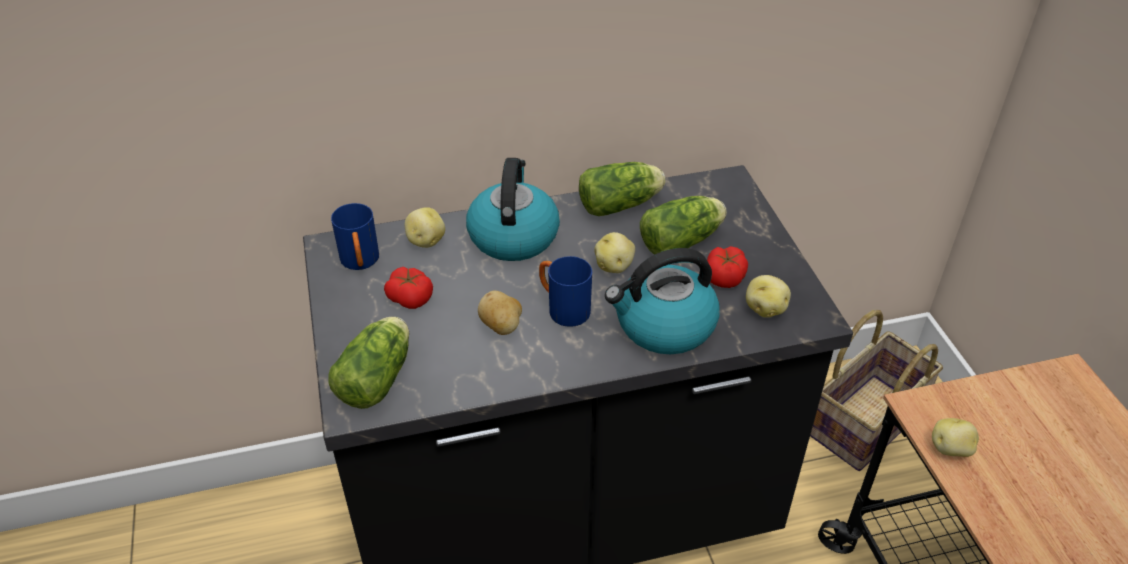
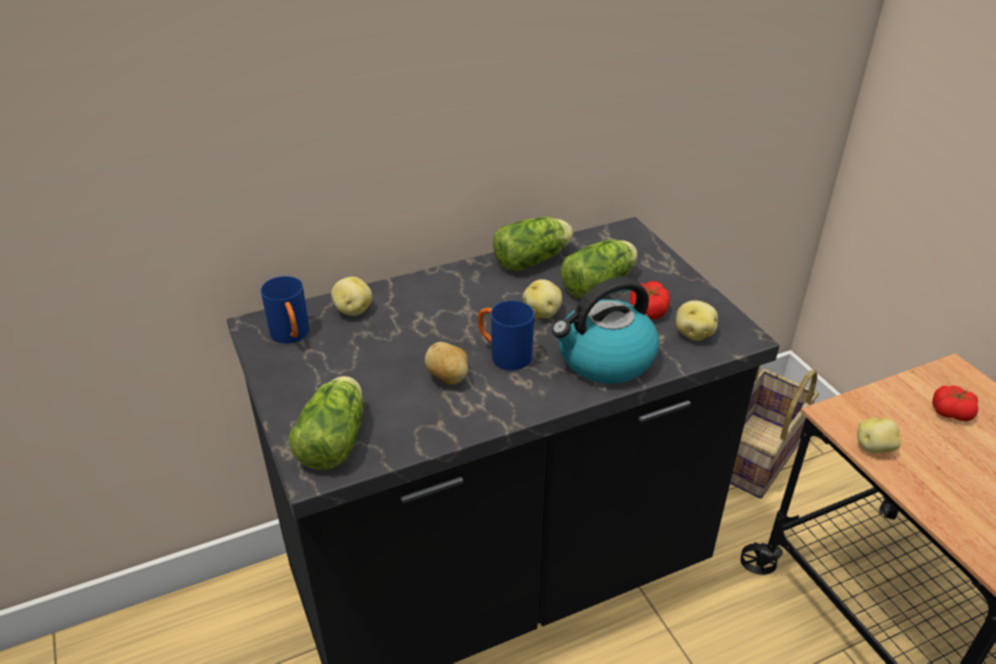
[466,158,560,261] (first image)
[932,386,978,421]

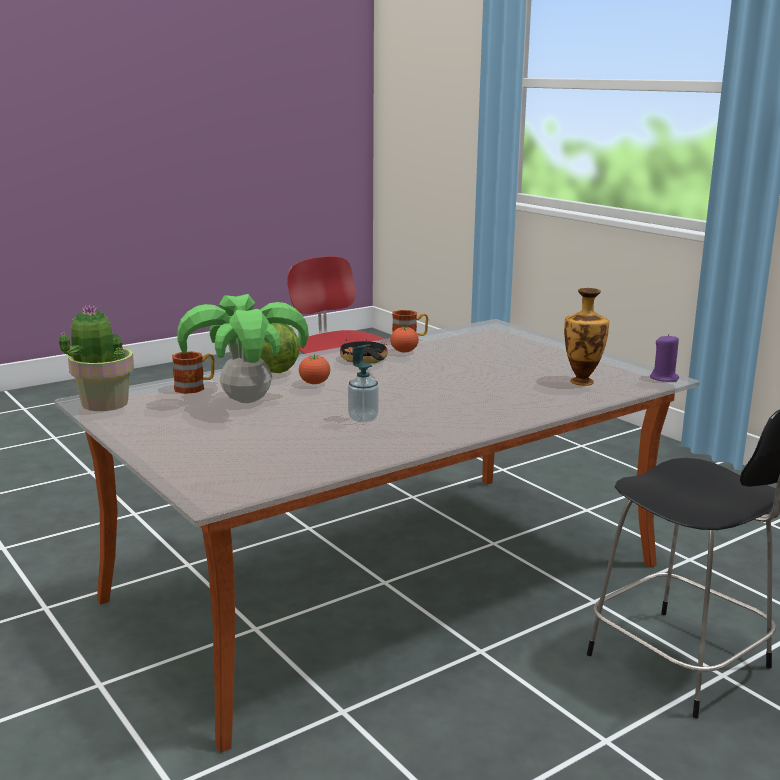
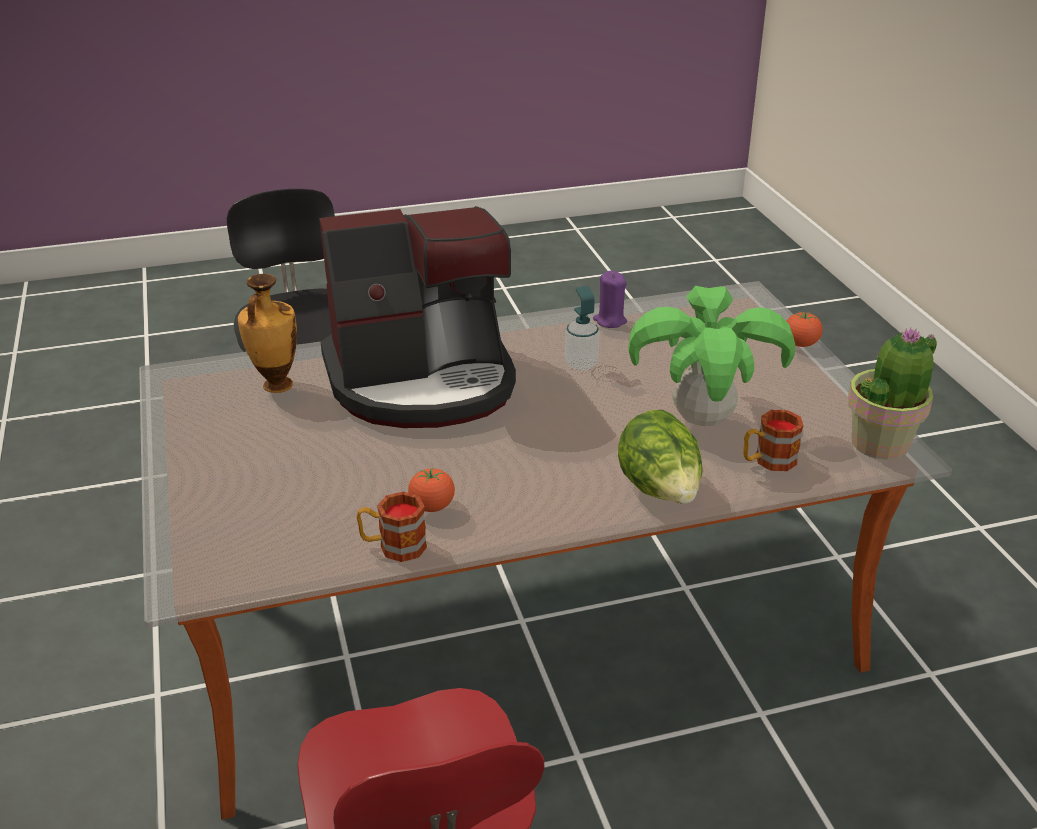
[339,339,388,364] (first image)
[319,206,516,428]
[786,312,823,347]
[593,271,627,328]

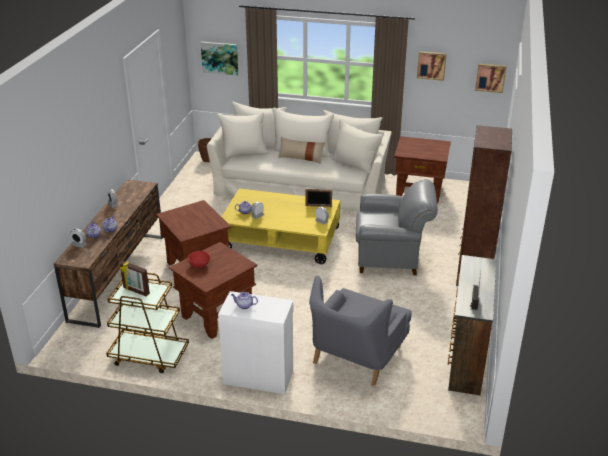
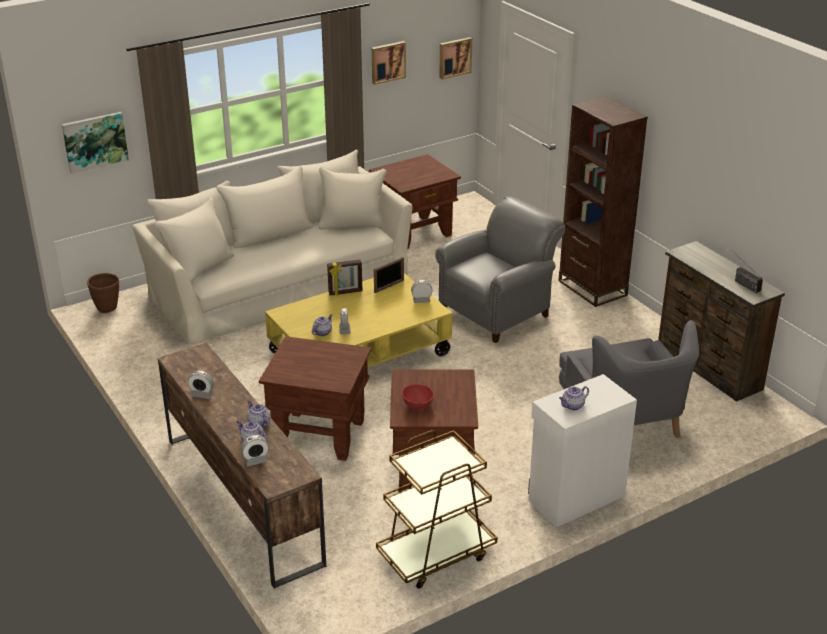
[278,137,325,164] (first image)
[327,259,362,296]

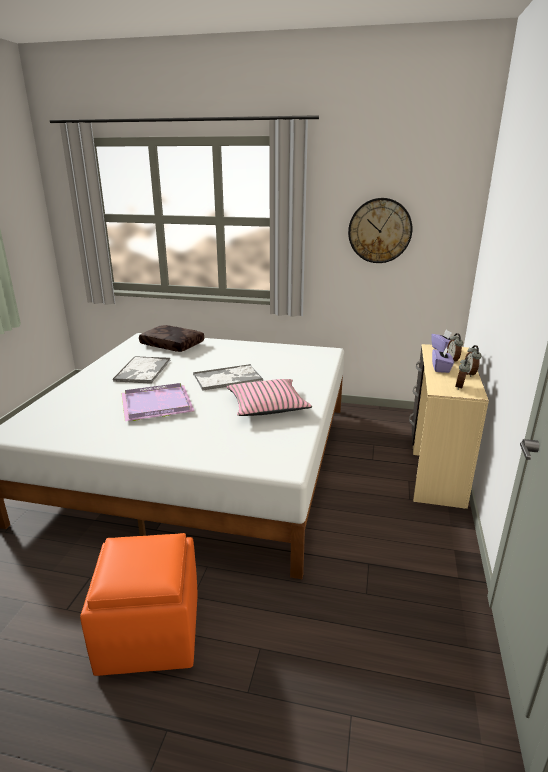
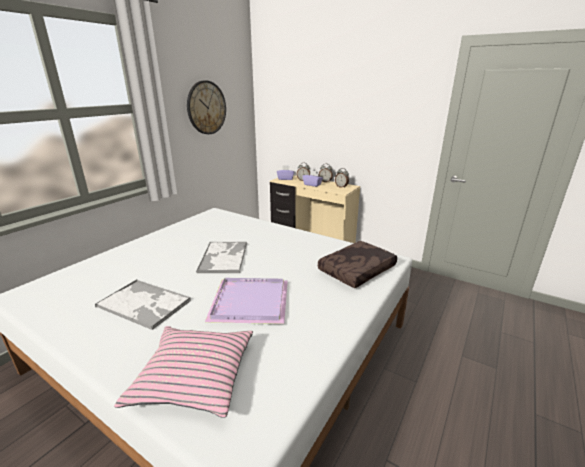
[80,533,198,676] (first image)
[318,241,397,288]
[114,326,253,418]

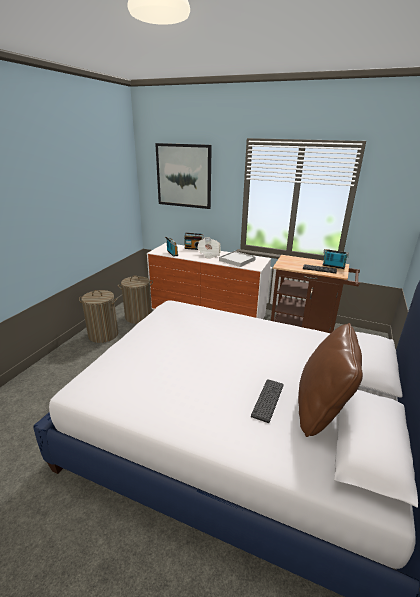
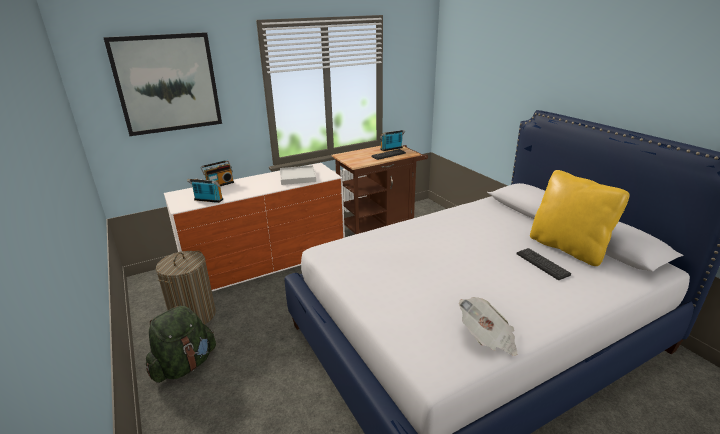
[459,297,518,356]
[146,306,216,383]
[530,170,630,266]

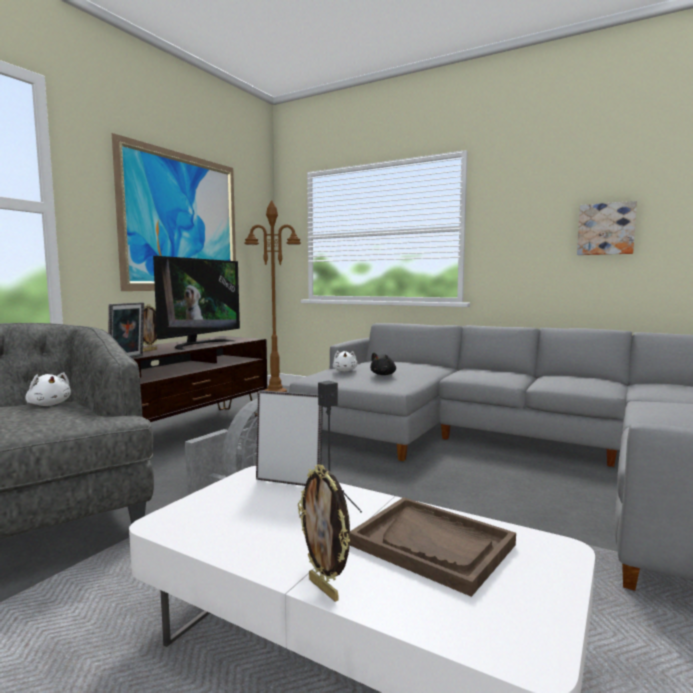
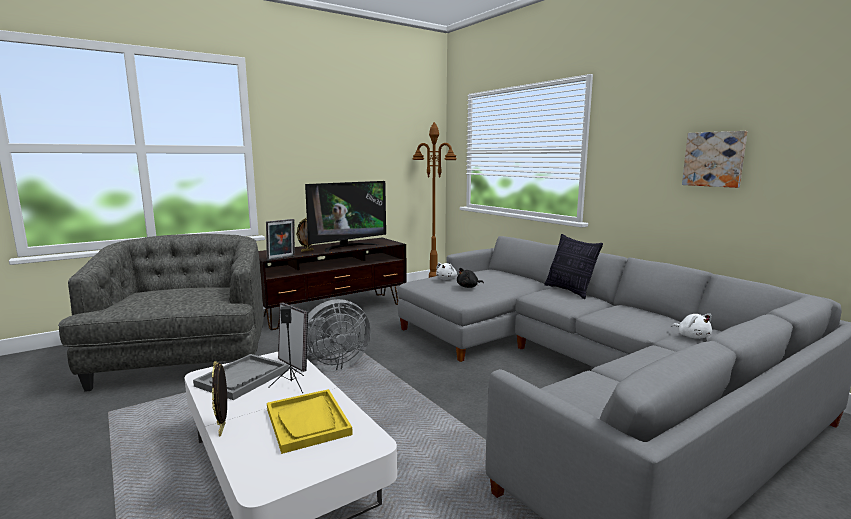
[112,133,236,291] (first image)
[193,354,289,400]
[544,234,603,299]
[672,314,712,339]
[267,389,353,454]

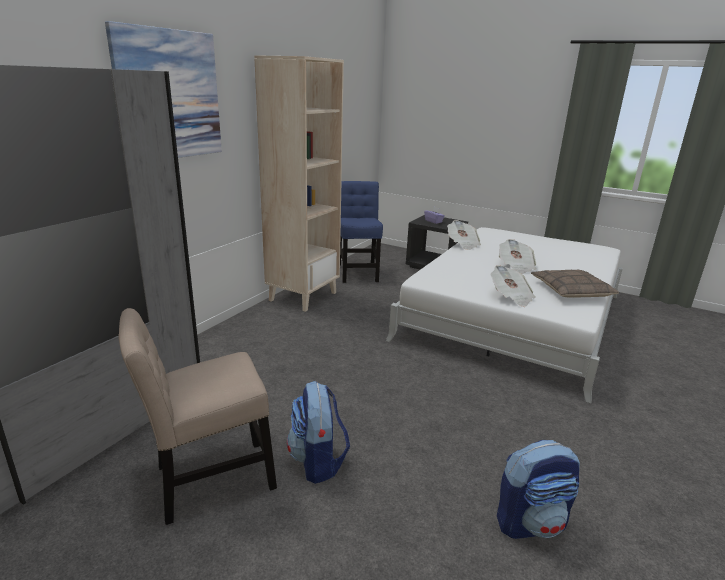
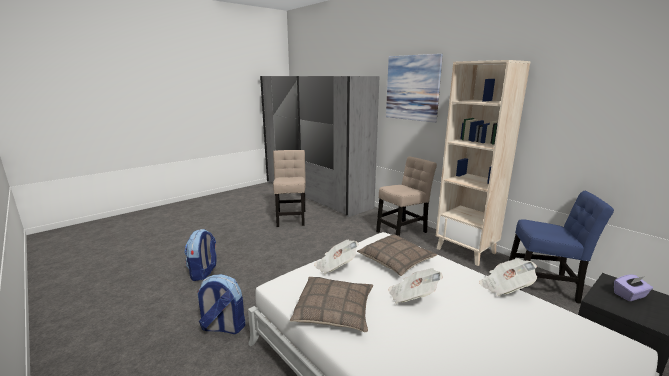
[357,235,437,276]
[376,156,437,236]
[197,274,246,334]

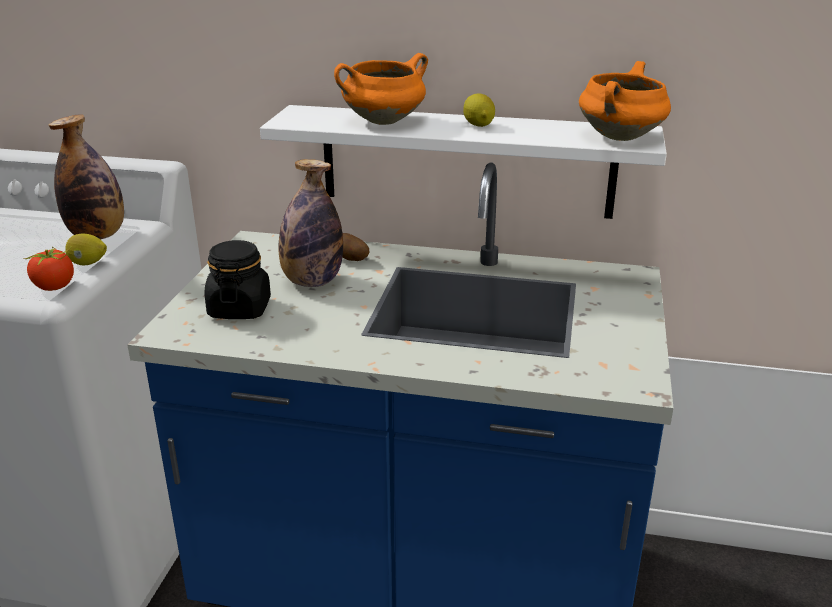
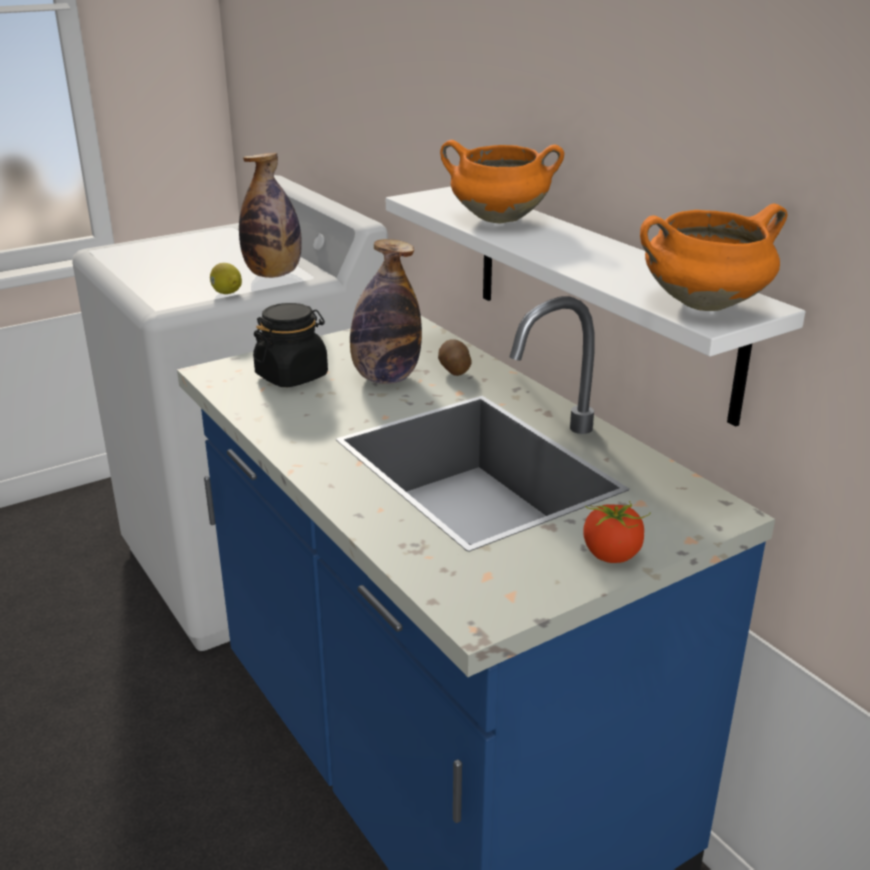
[463,93,495,127] (first image)
[583,501,651,563]

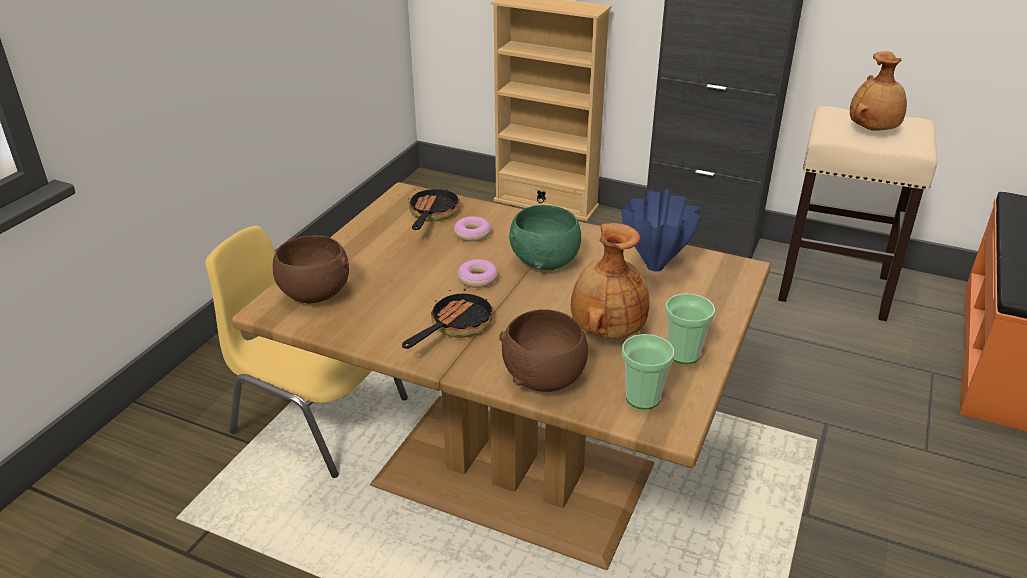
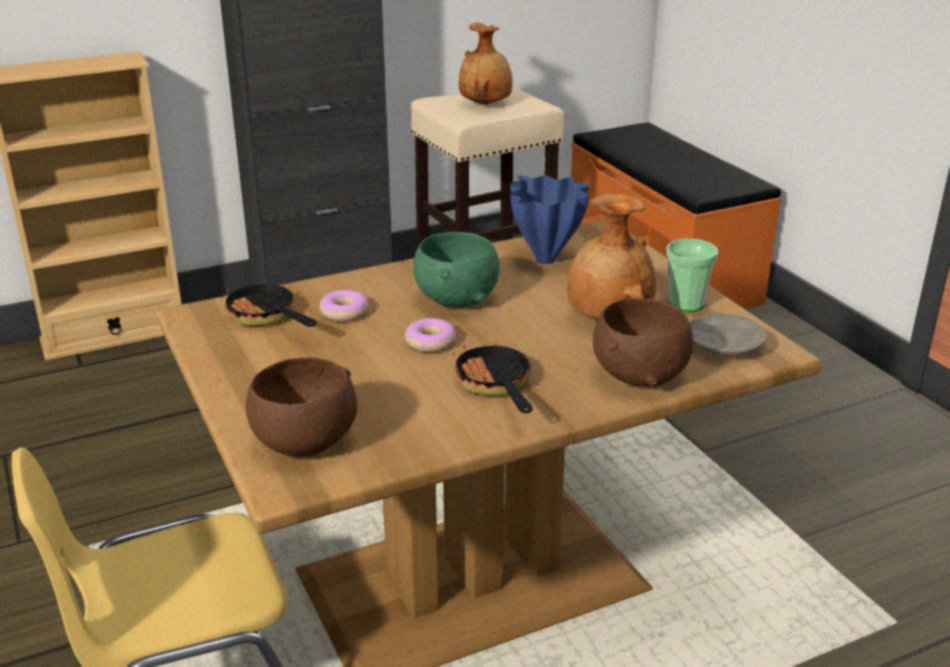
[689,314,767,356]

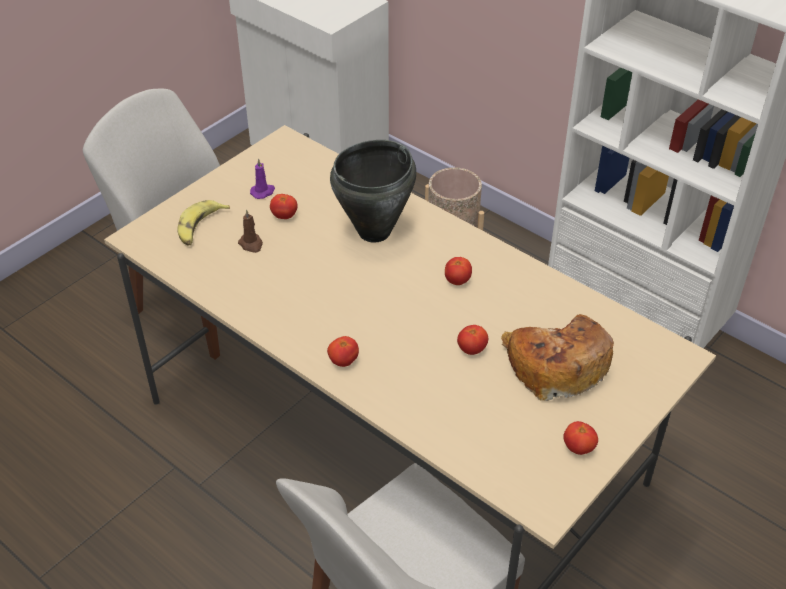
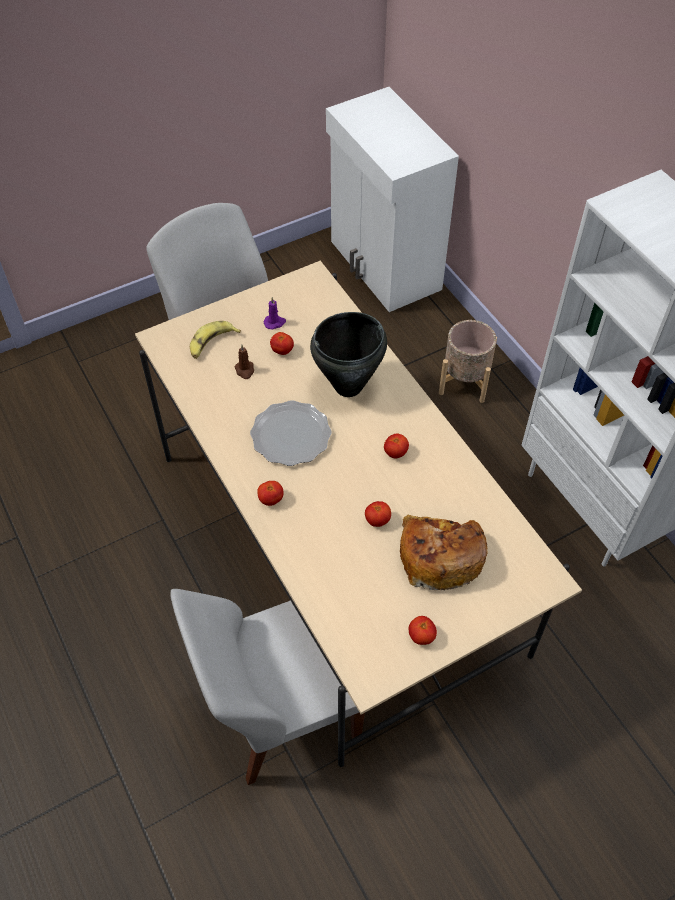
[250,400,332,466]

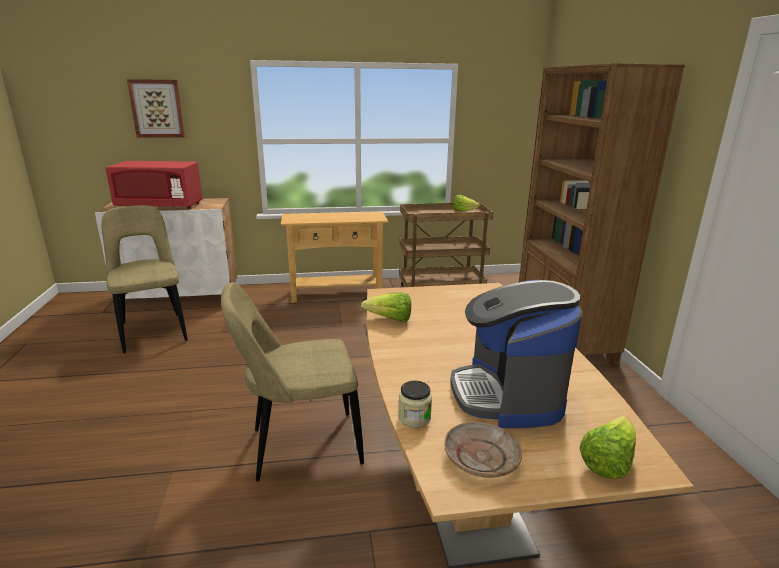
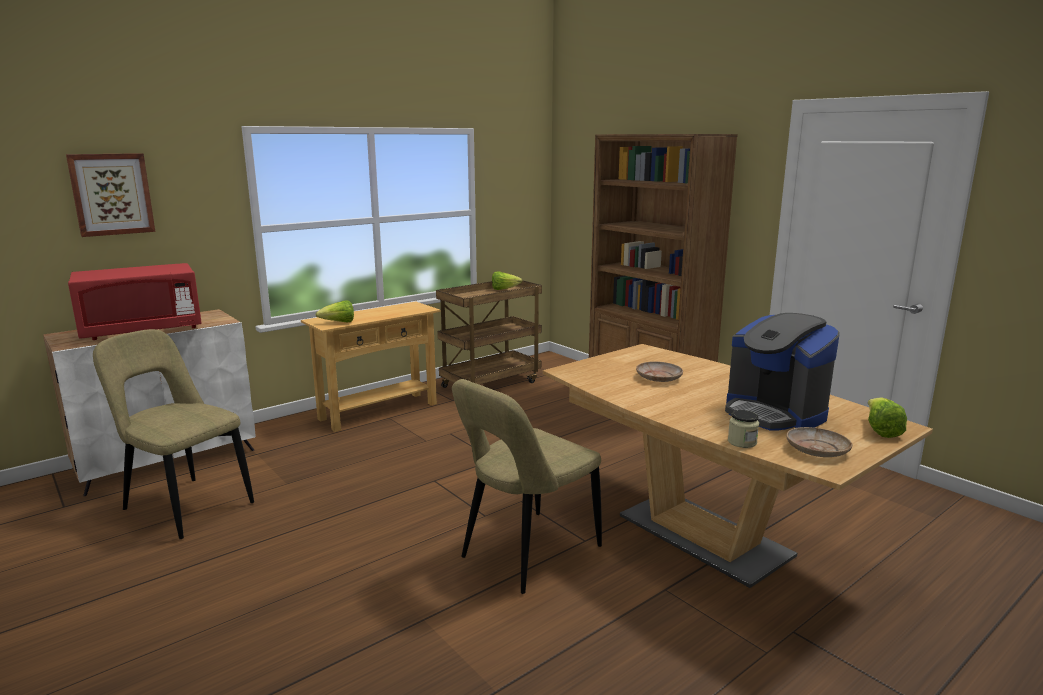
[636,361,683,382]
[316,300,354,322]

